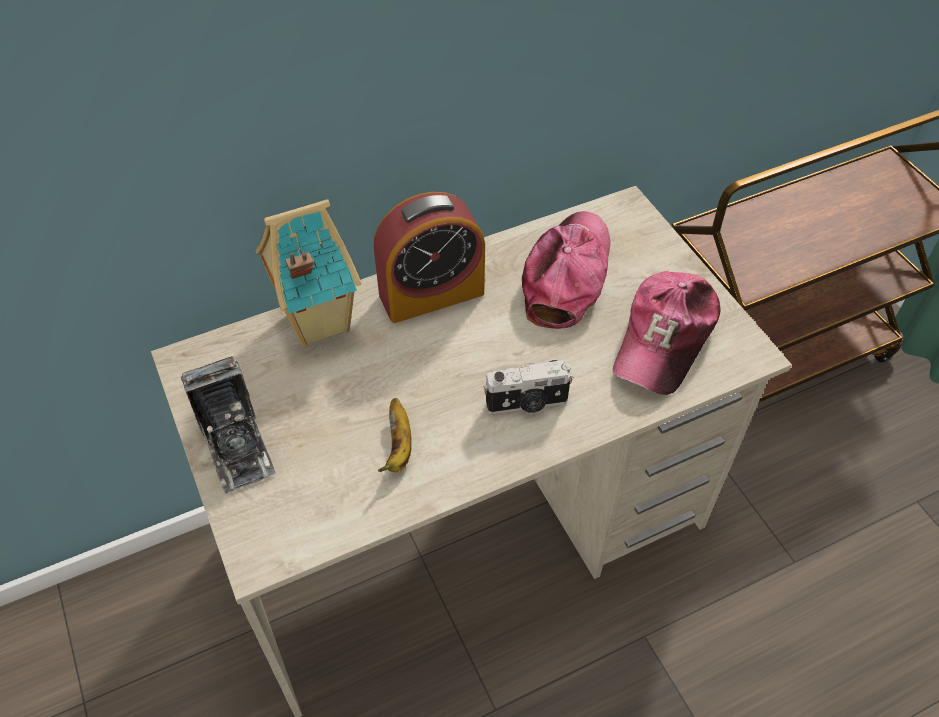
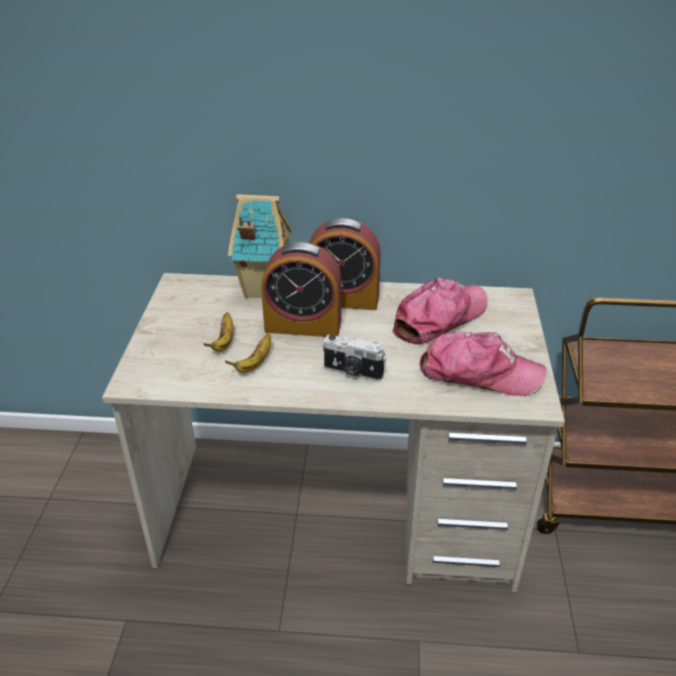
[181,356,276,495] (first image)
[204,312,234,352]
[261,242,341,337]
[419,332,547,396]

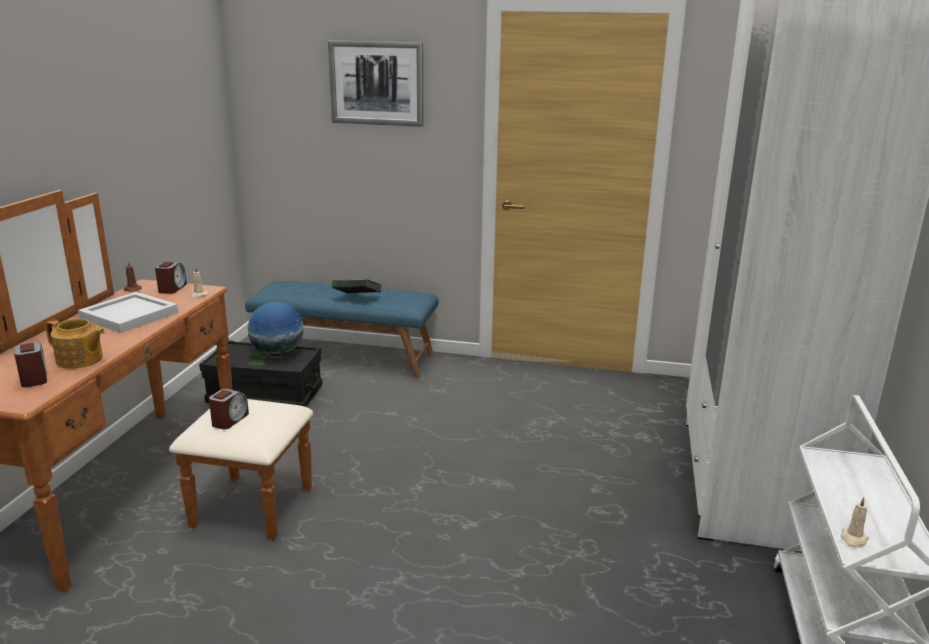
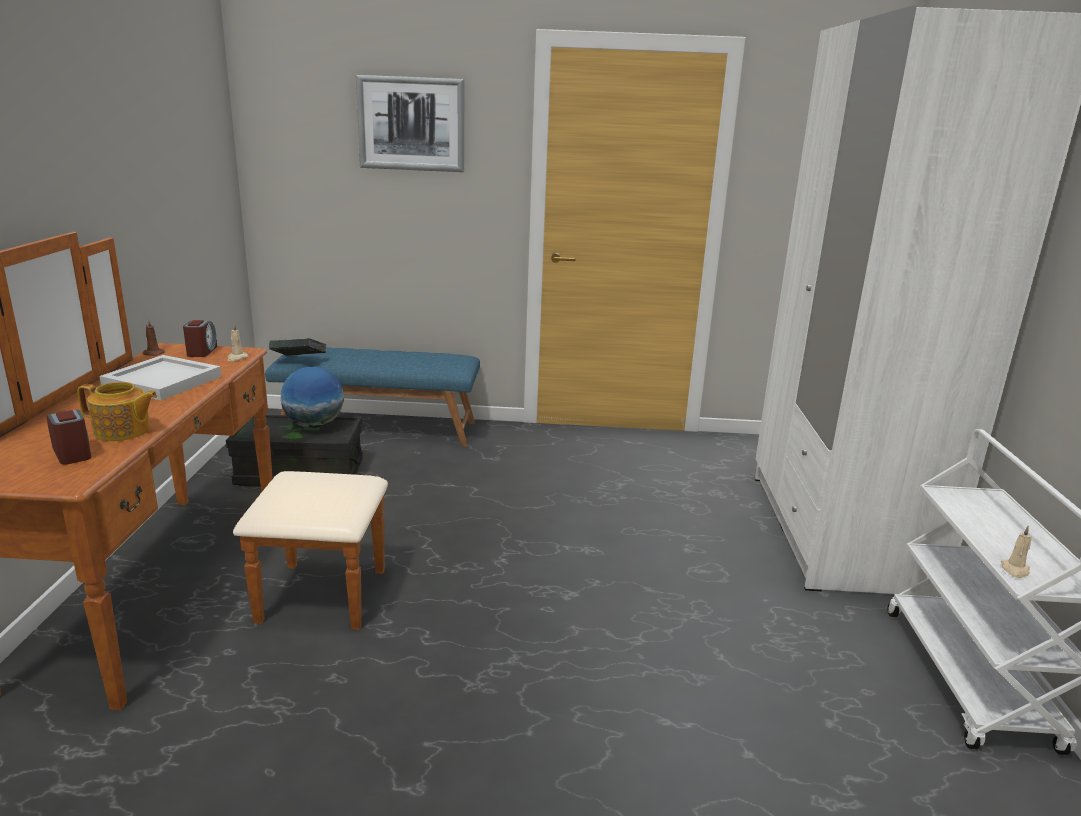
[209,389,249,429] (first image)
[269,338,326,356]

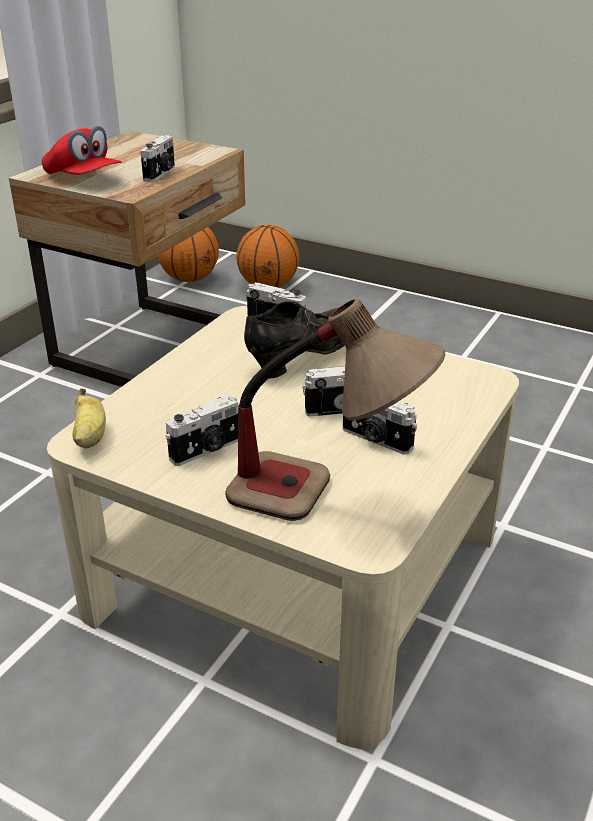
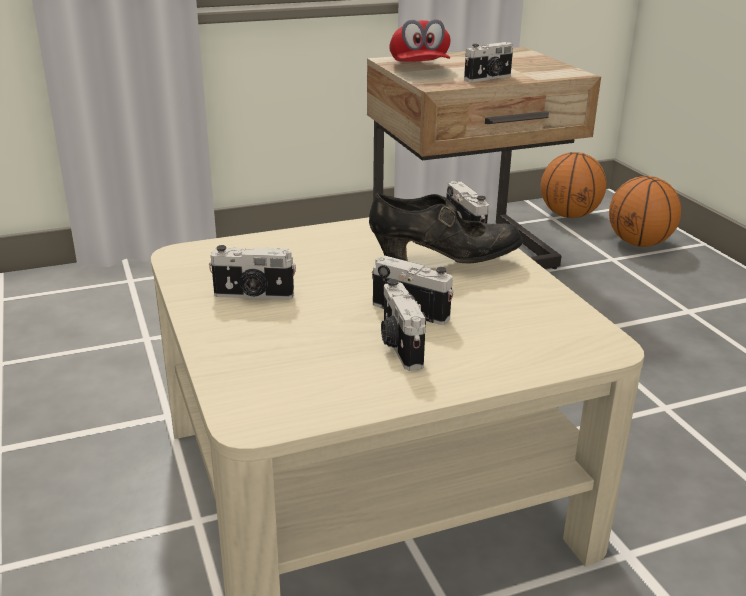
[73,388,106,448] (first image)
[225,299,445,521] (first image)

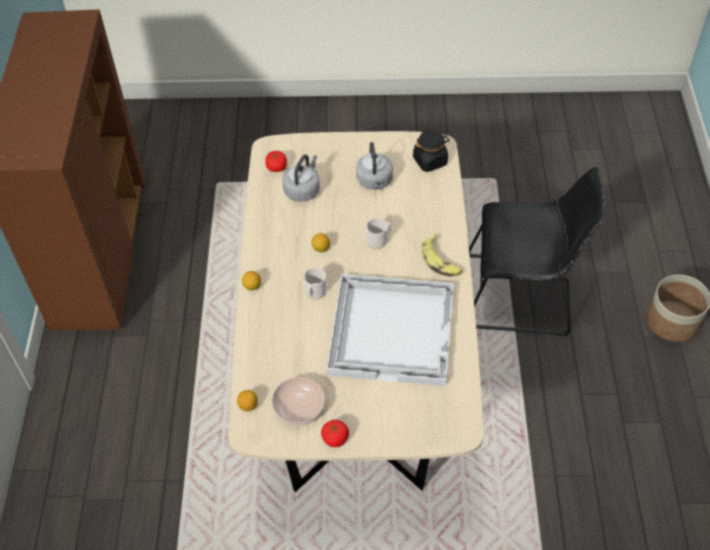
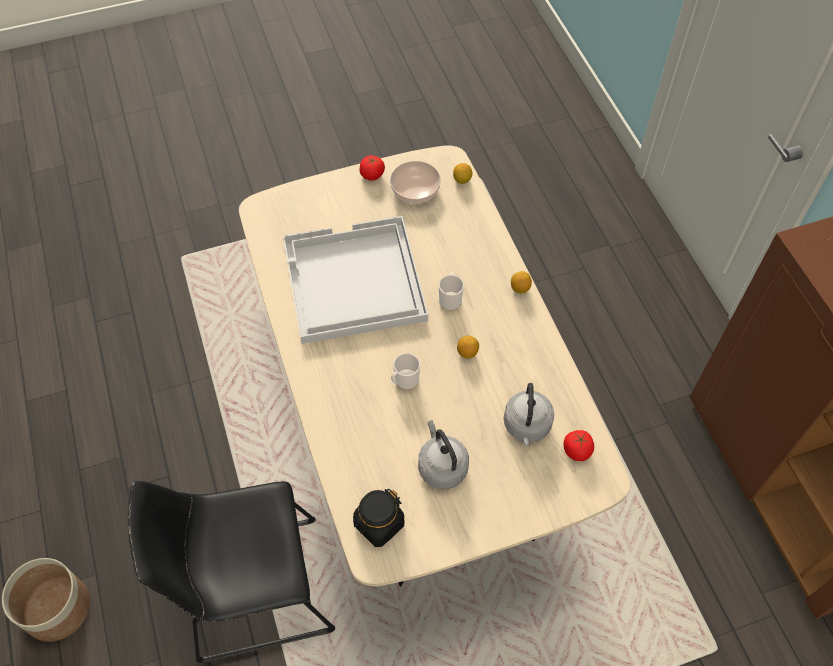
[422,234,462,276] (first image)

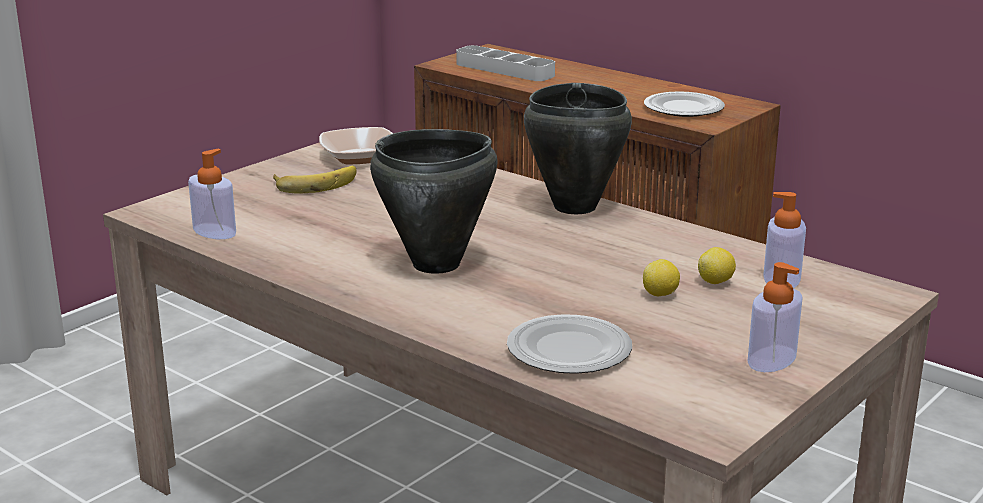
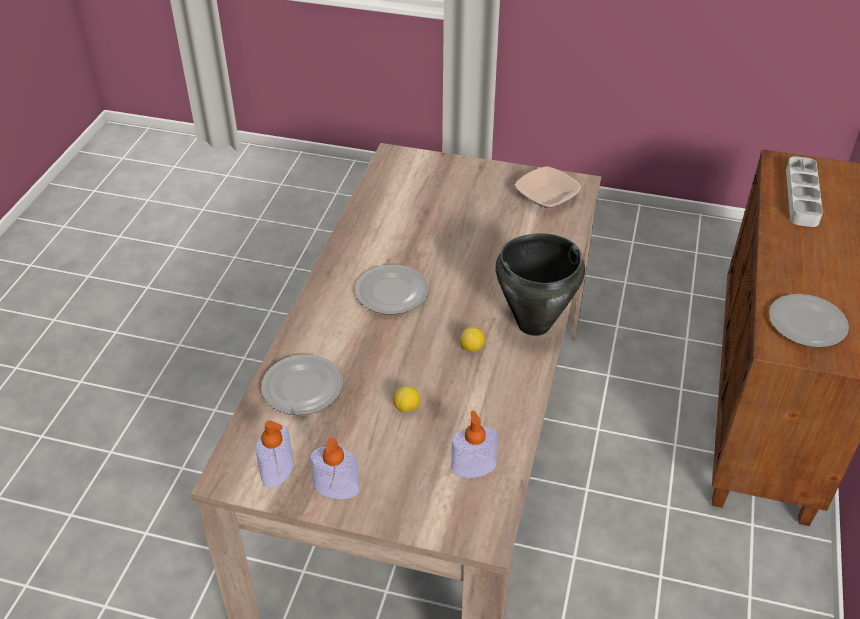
[273,166,357,194] (first image)
[256,420,293,488]
[460,327,485,352]
[355,265,429,314]

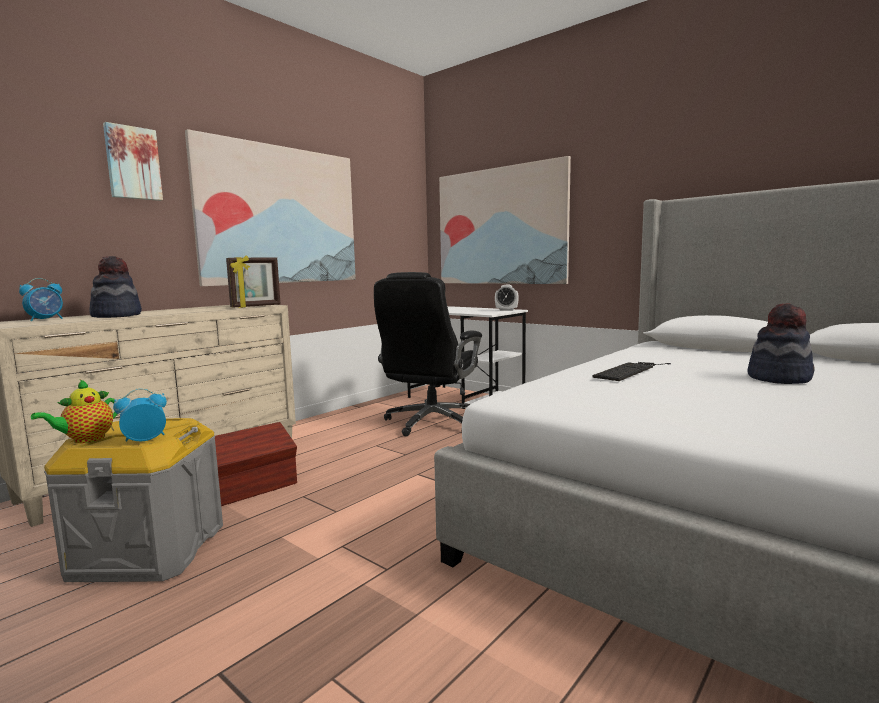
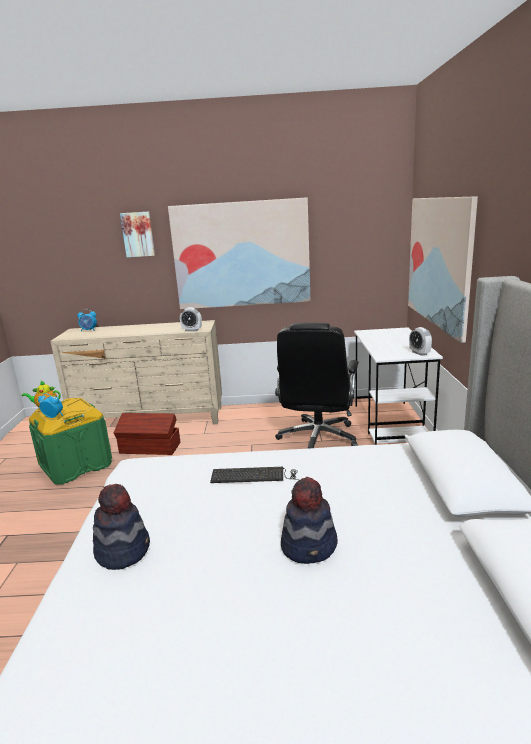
[93,484,150,570]
[180,307,202,331]
[29,398,112,484]
[275,323,359,449]

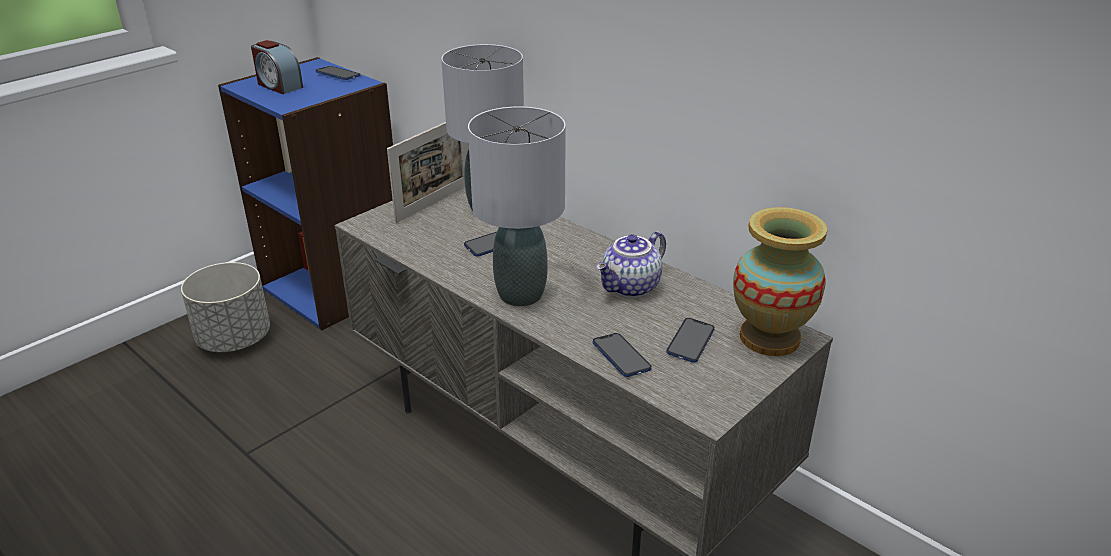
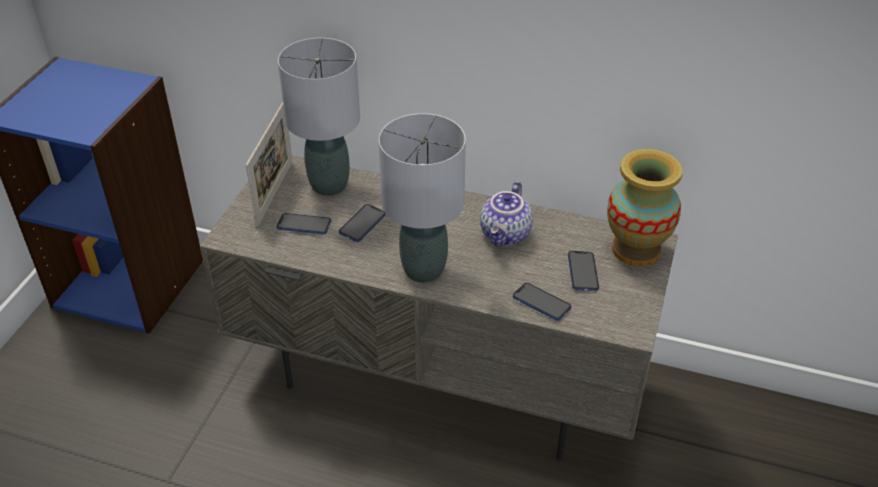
[181,262,270,352] (first image)
[251,40,303,94] (first image)
[277,213,331,234]

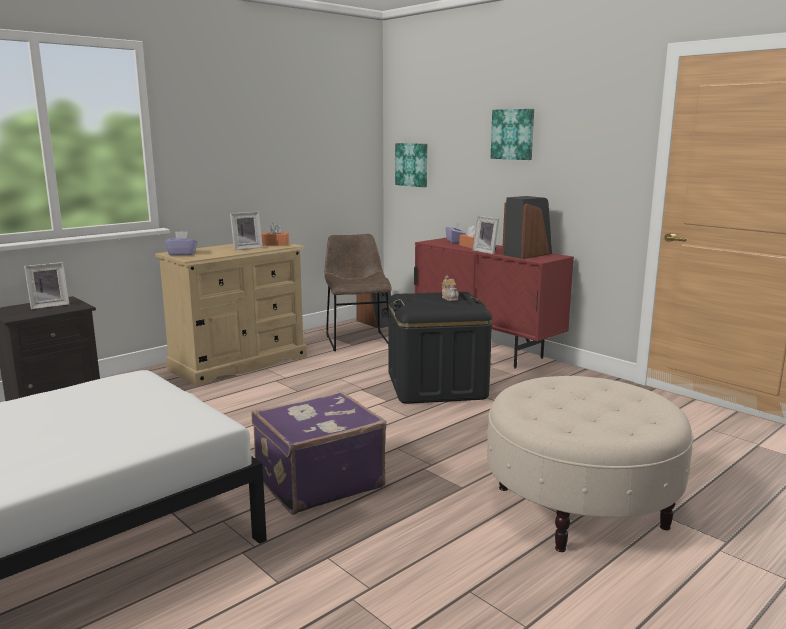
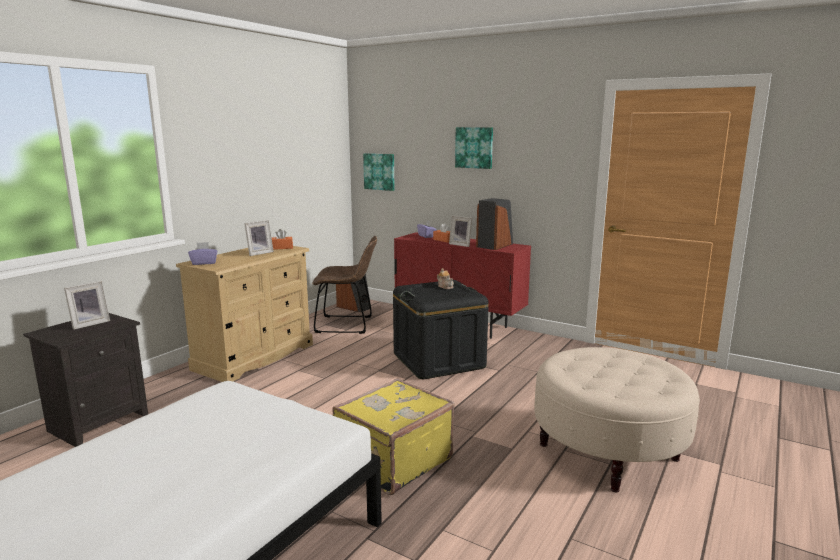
[332,378,455,495]
[312,236,377,334]

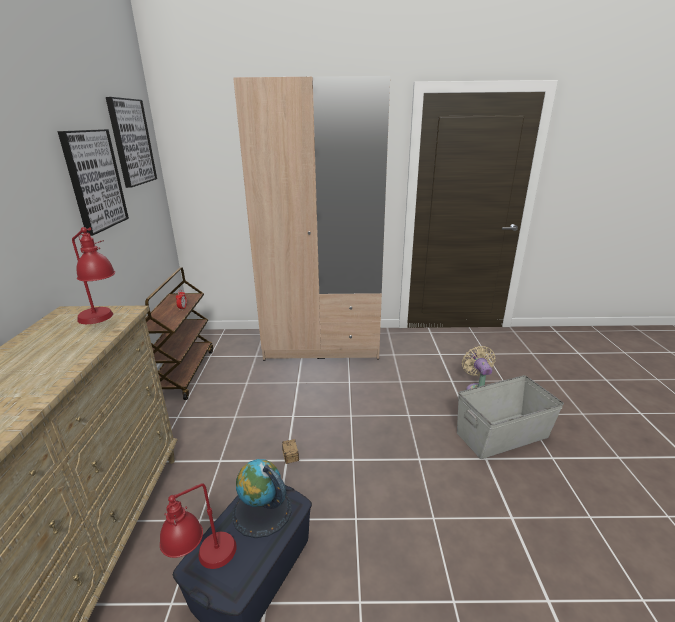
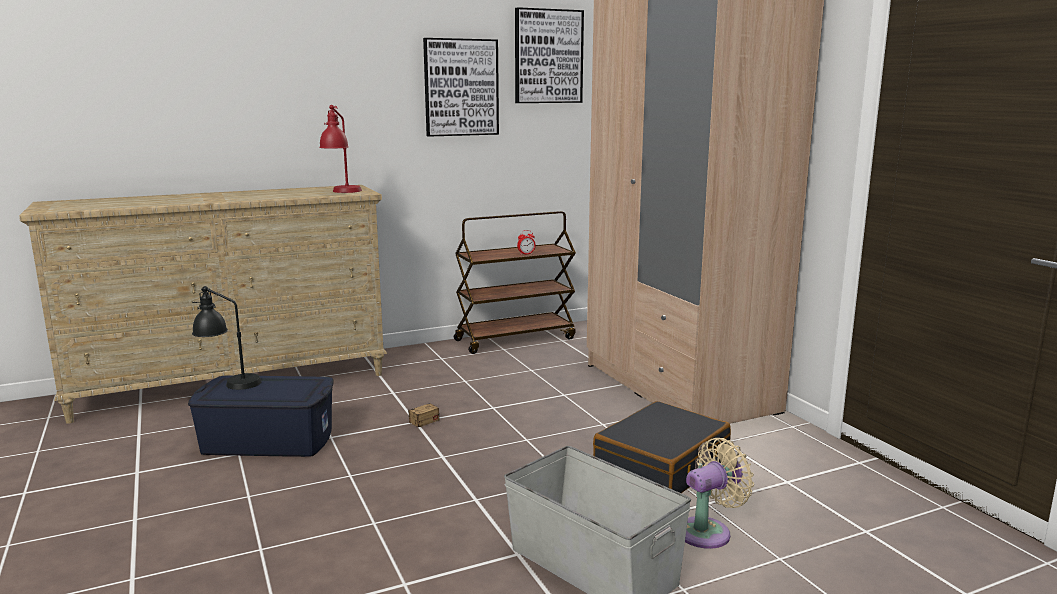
[232,459,292,538] (first image)
[593,401,731,493]
[192,286,262,390]

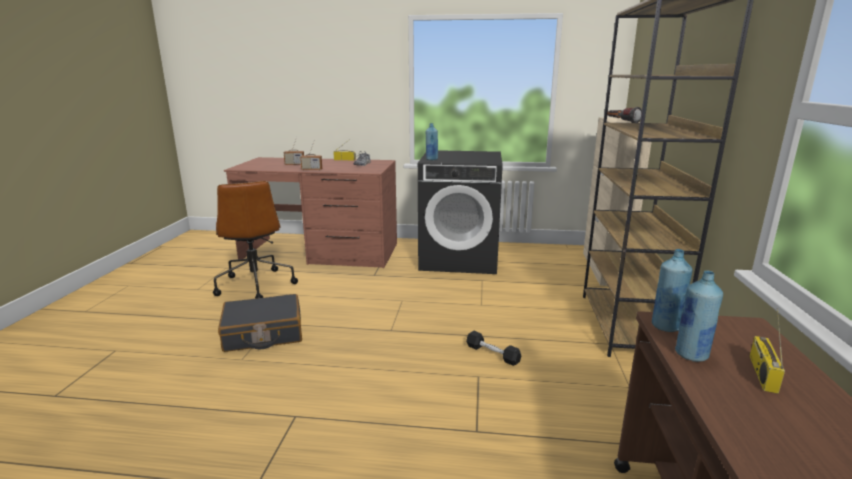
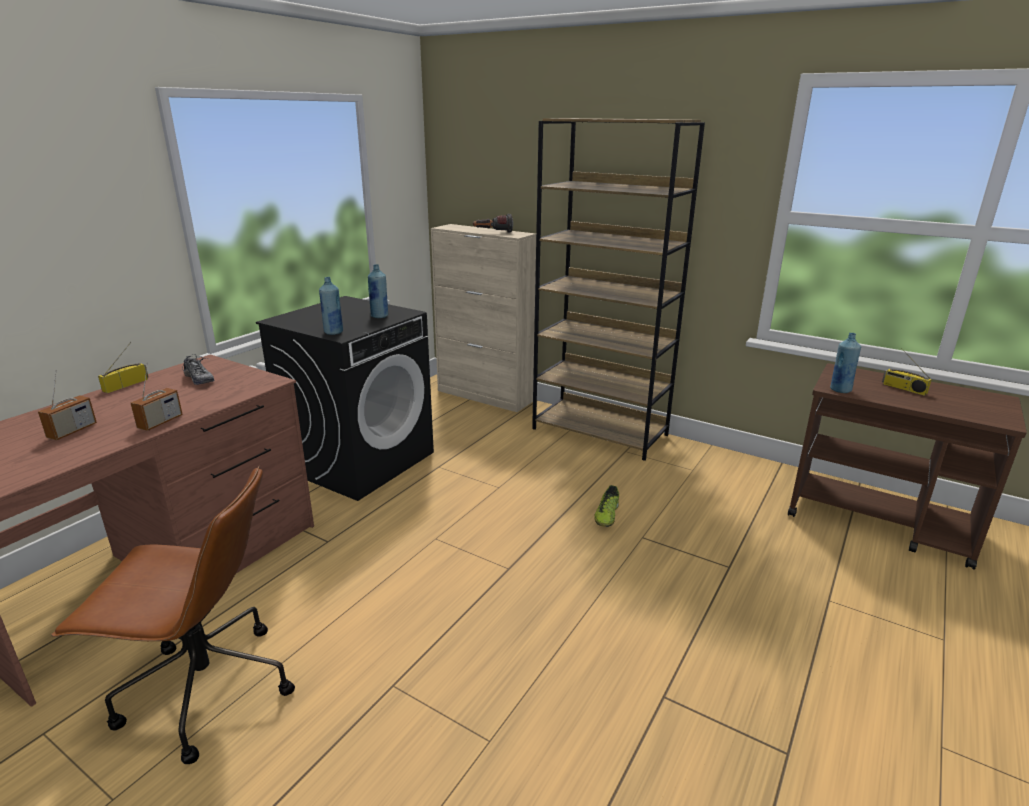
[218,294,302,352] (first image)
[368,264,388,318]
[594,485,619,527]

